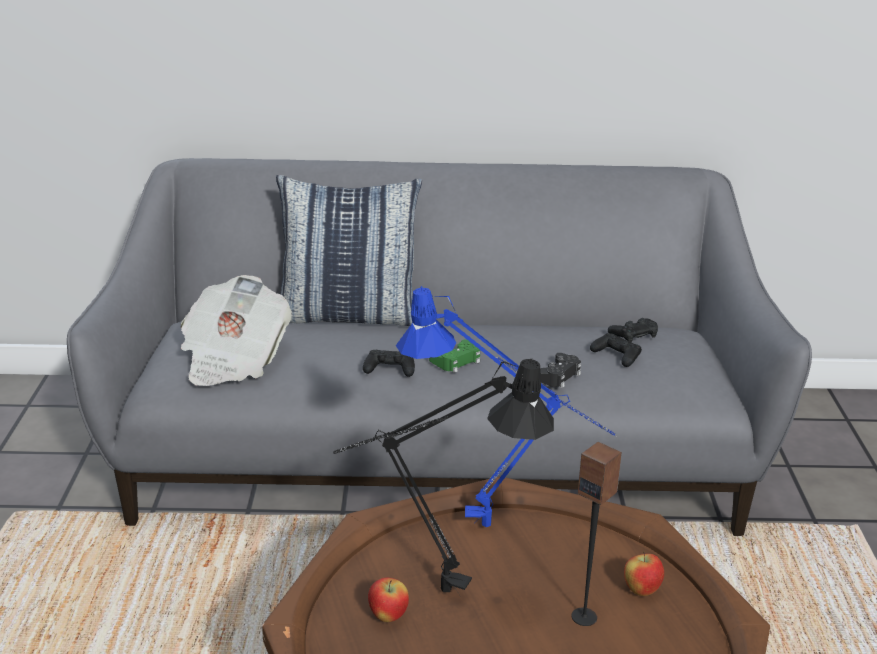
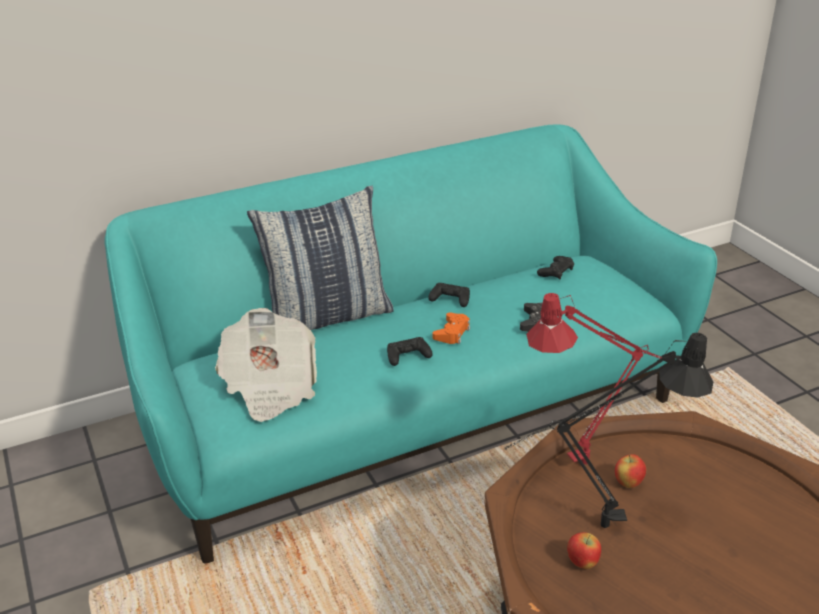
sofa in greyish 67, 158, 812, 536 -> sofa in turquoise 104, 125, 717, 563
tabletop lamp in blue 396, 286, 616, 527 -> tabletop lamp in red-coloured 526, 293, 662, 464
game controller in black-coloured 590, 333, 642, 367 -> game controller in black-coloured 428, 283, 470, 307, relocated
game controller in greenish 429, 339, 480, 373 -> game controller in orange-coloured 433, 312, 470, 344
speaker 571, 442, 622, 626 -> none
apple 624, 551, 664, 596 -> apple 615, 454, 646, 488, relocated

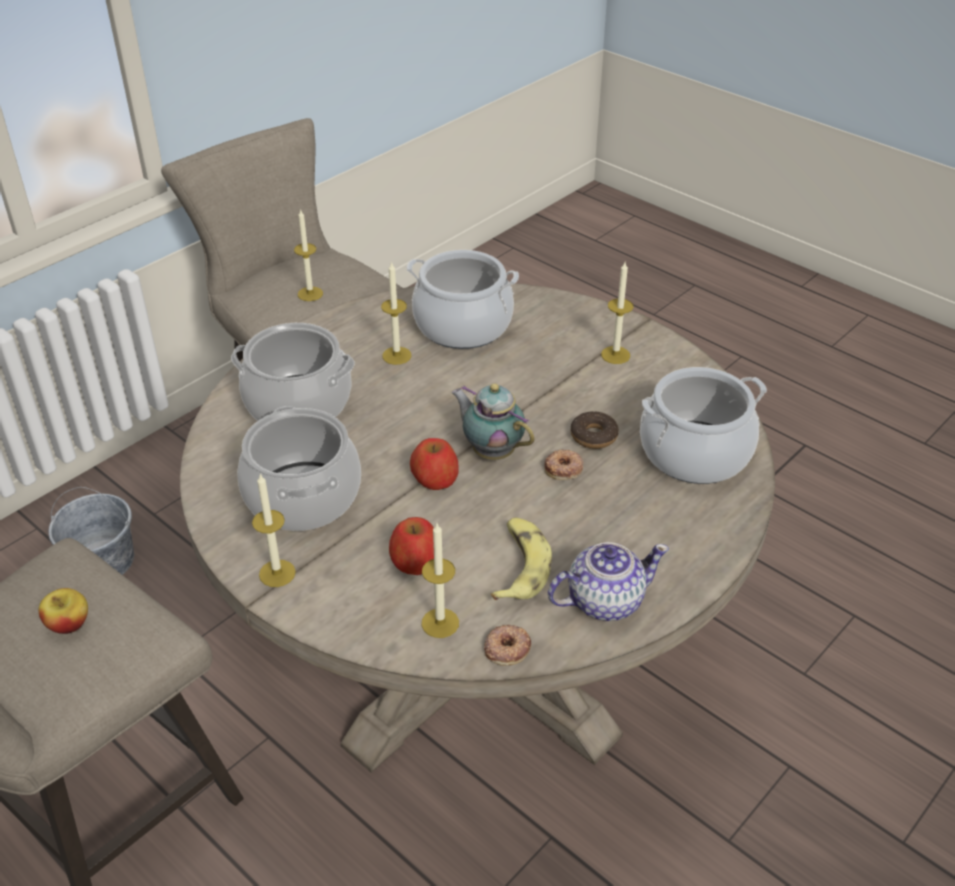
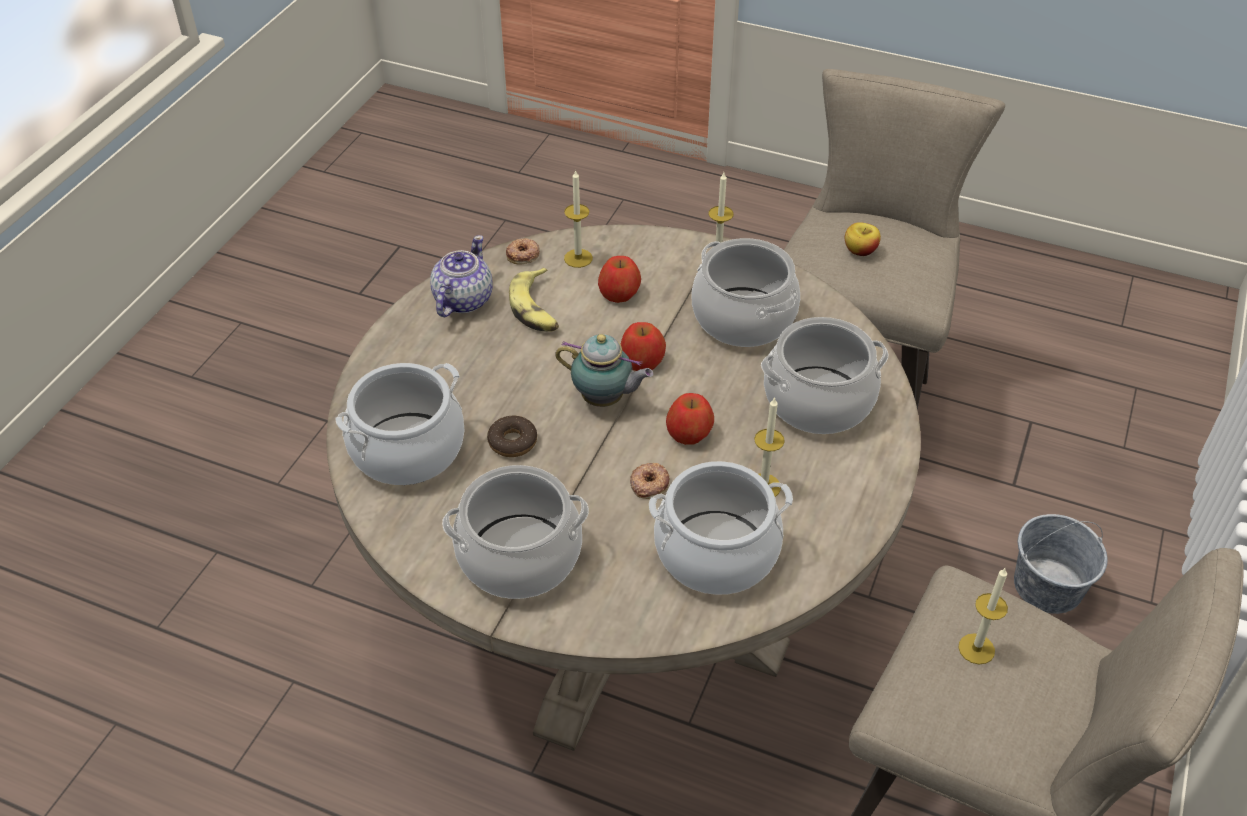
candle 601, 262, 634, 364 -> cooking pot 442, 465, 589, 599
donut 544, 449, 583, 480 -> donut 630, 463, 670, 499, relocated
teapot 548, 542, 669, 621 -> teapot 430, 235, 492, 317, 150 degrees clockwise
none -> apple 666, 393, 714, 445

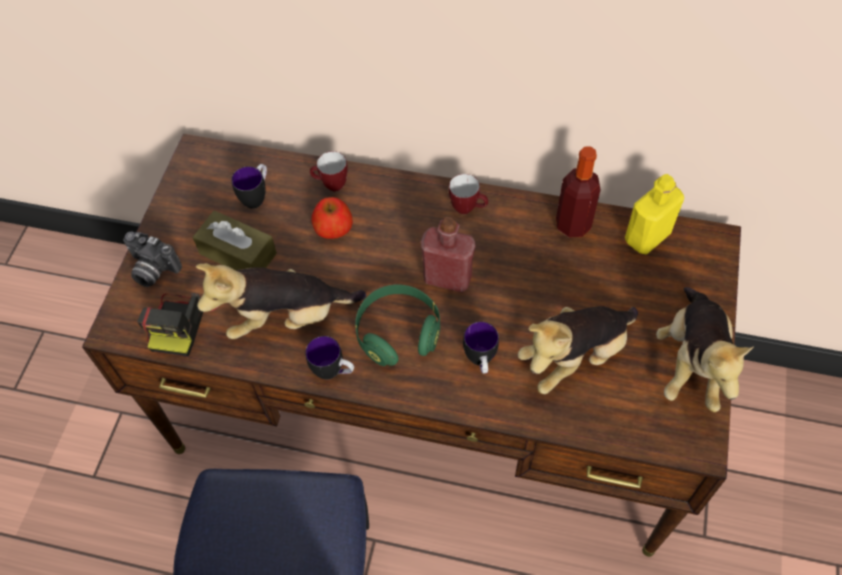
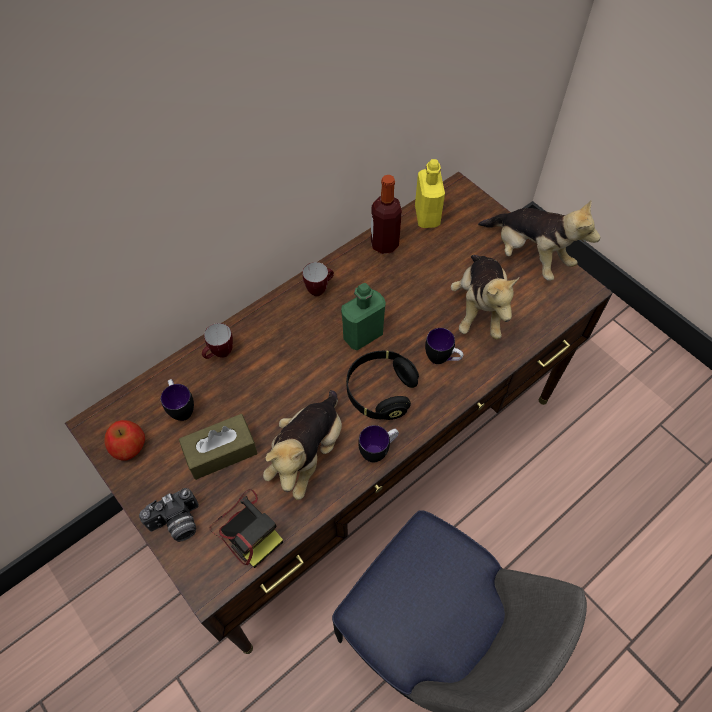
apple 311, 197, 353, 239 -> apple 104, 420, 145, 461, relocated
beverage bottle in red-coloured 421, 217, 476, 292 -> beverage bottle in greenish 341, 283, 386, 350
pair of headphones in greenish 355, 284, 440, 366 -> pair of headphones in black-coloured 346, 351, 419, 420

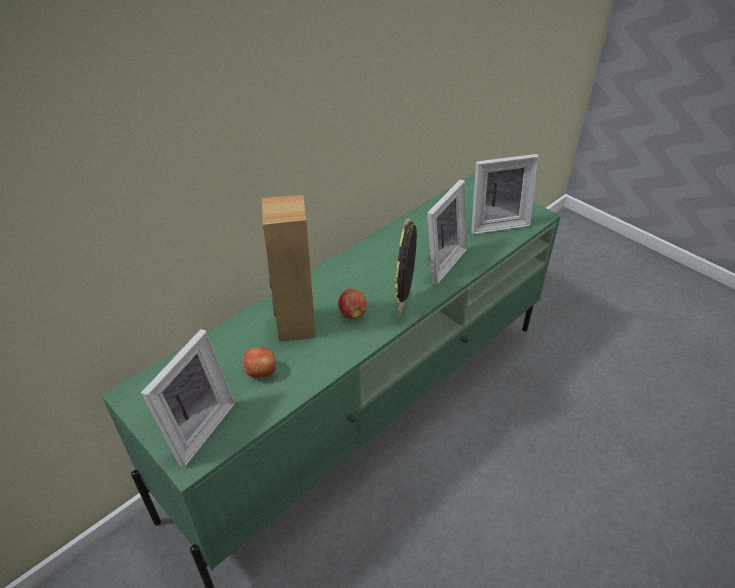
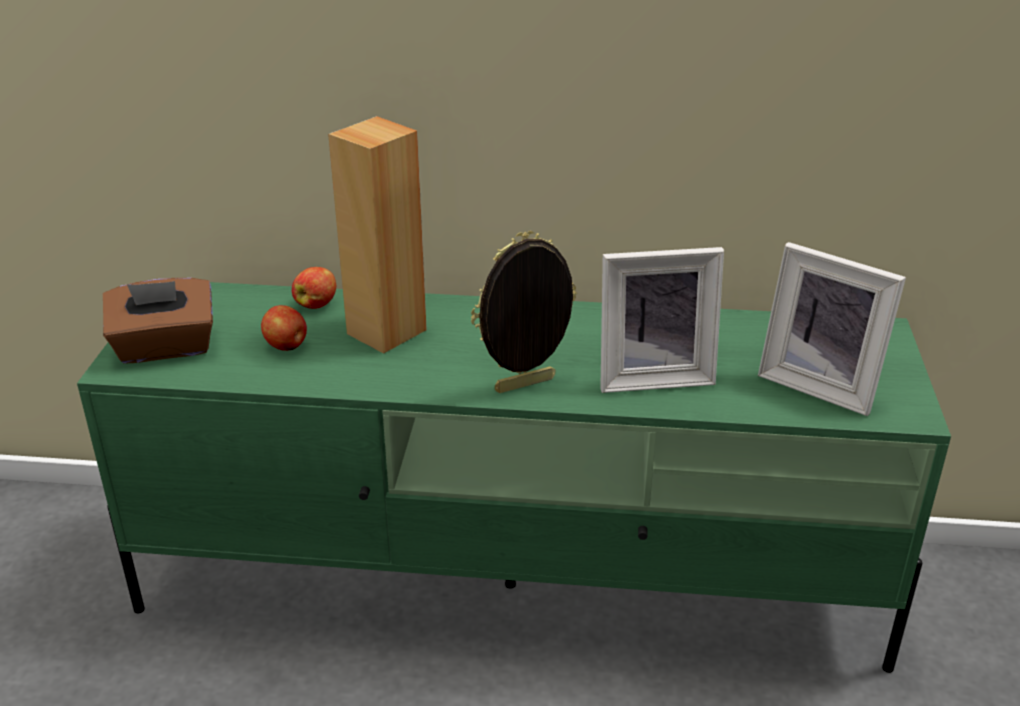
apple 338, 289, 367, 319 -> apple 292, 267, 336, 309, relocated
photo frame 141, 329, 235, 467 -> box of tissues in brown 103, 278, 213, 364

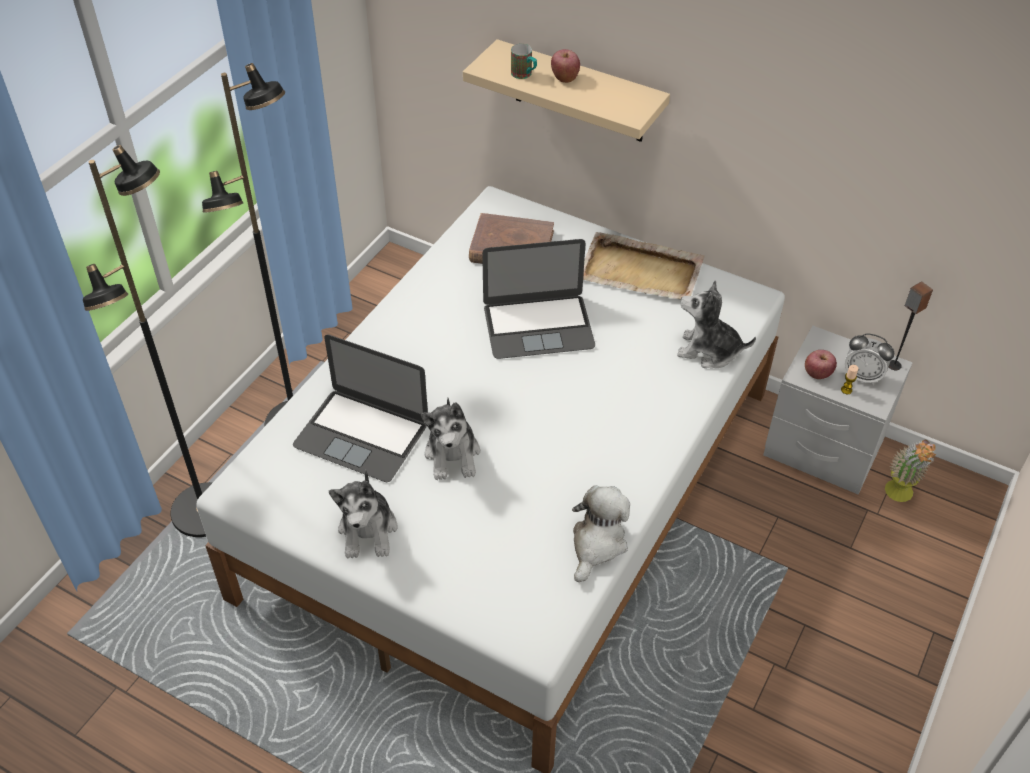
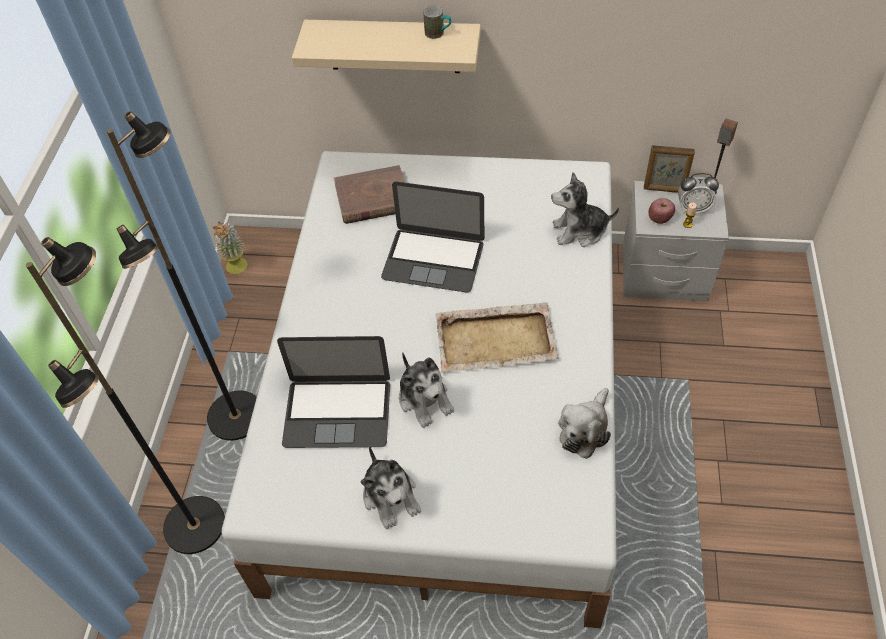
mug 511, 44, 537, 79 -> mug 423, 6, 451, 39, relocated
apple 551, 49, 580, 83 -> none
tray in sand-coloured 583, 232, 705, 300 -> tray in sand-coloured 436, 302, 559, 373, relocated
notebook computer 482, 239, 595, 359 -> notebook computer 381, 182, 484, 292, 45 degrees clockwise
plant in a pot 885, 440, 937, 502 -> plant in a pot 213, 222, 247, 274, relocated
soft toy 572, 485, 630, 582 -> soft toy 558, 388, 611, 459, 150 degrees counterclockwise
none -> photo frame 644, 145, 695, 193

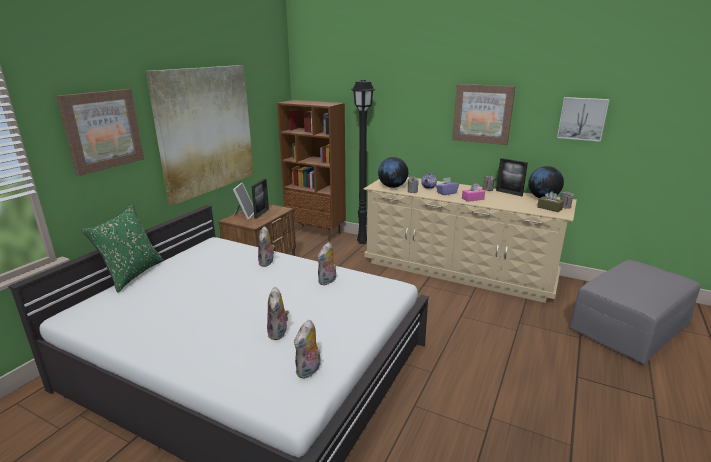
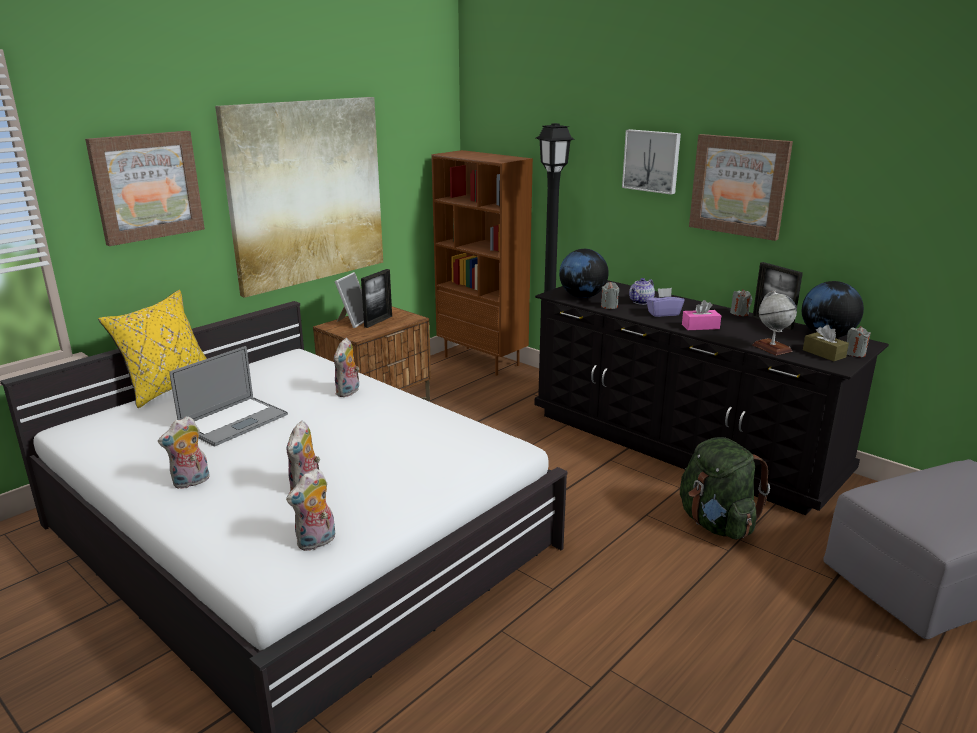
wall art 557, 97, 609, 142 -> wall art 622, 129, 681, 195, relocated
drawer chest in sand-coloured 364, 177, 577, 303 -> drawer chest in black-coloured 534, 280, 889, 515
pillow in greenish 81, 204, 163, 293 -> pillow in yellow-coloured 98, 290, 207, 408
soft toy 317, 242, 336, 285 -> soft toy 158, 416, 209, 489, relocated
none -> globe 752, 291, 797, 356
none -> notebook computer 169, 346, 288, 446
none -> backpack in greenish 680, 437, 770, 540

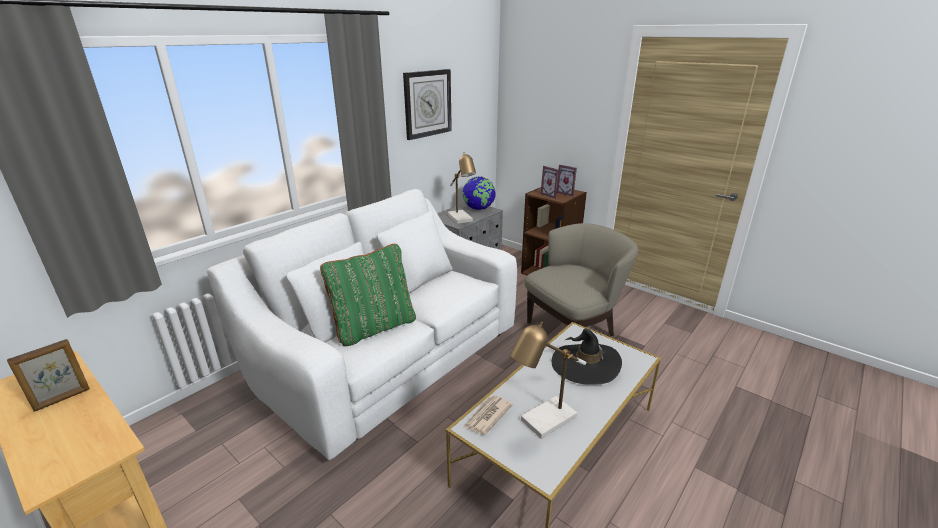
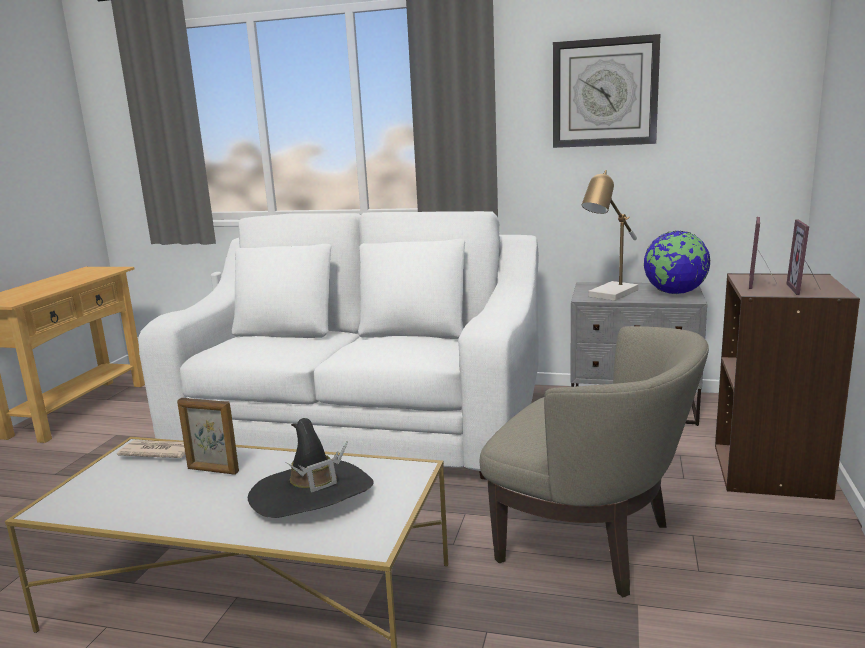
pillow in greenish 320, 244, 416, 346 -> none
tabletop lamp 510, 321, 586, 439 -> none
photo frame 7, 339, 90, 412 -> photo frame 177, 398, 239, 475, relocated

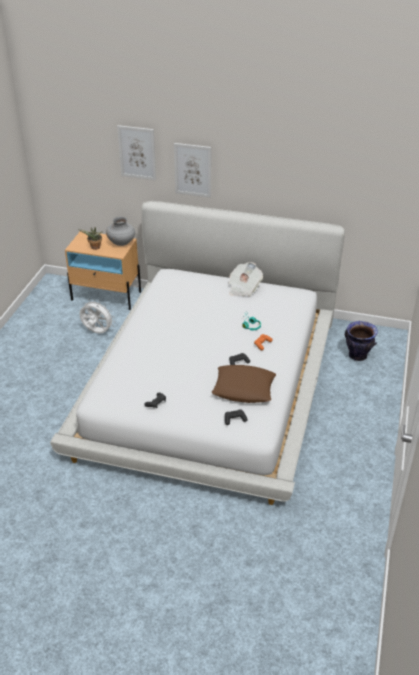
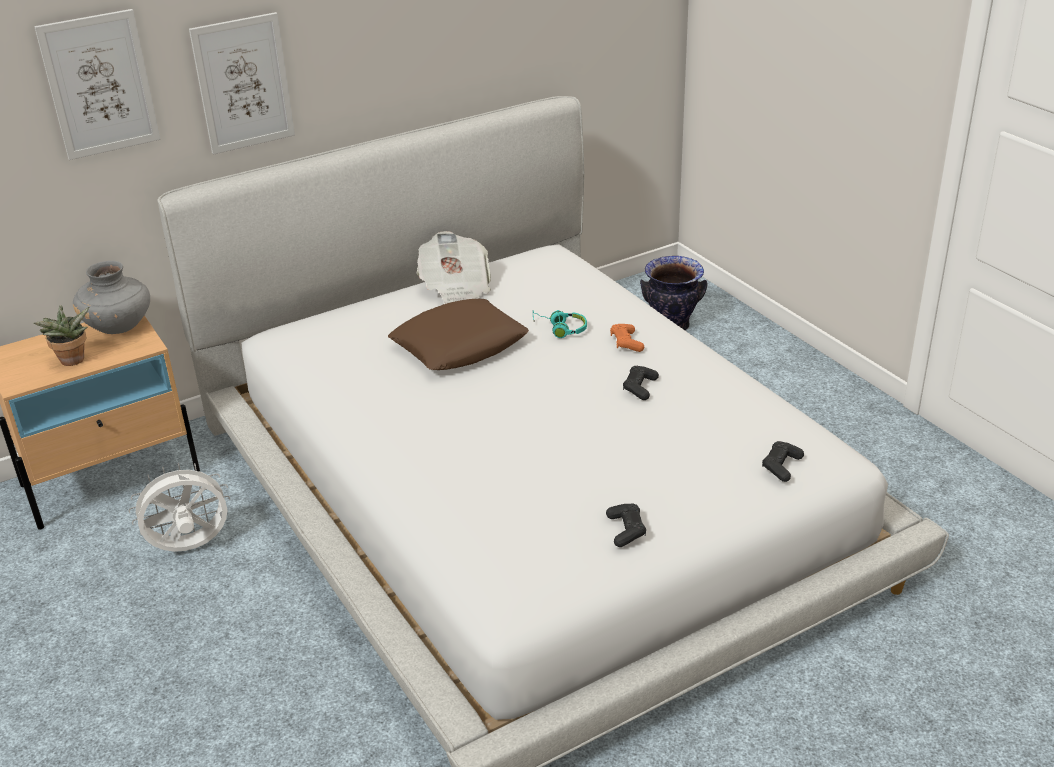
pillow in brown 212, 365, 276, 403 -> pillow in brown 388, 299, 529, 370, relocated

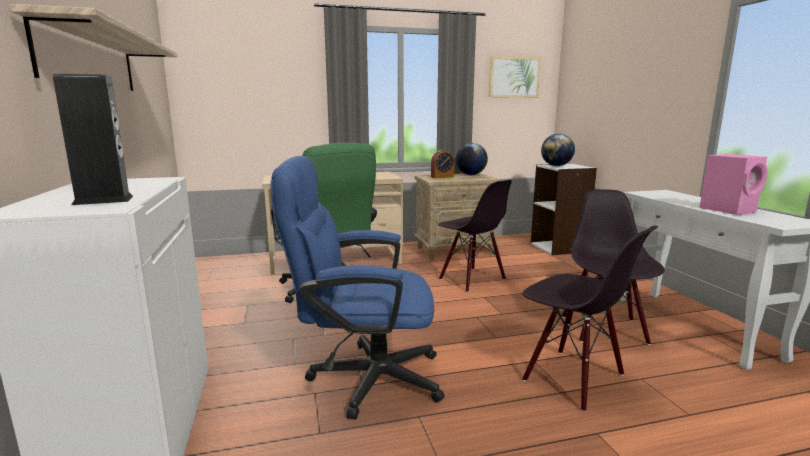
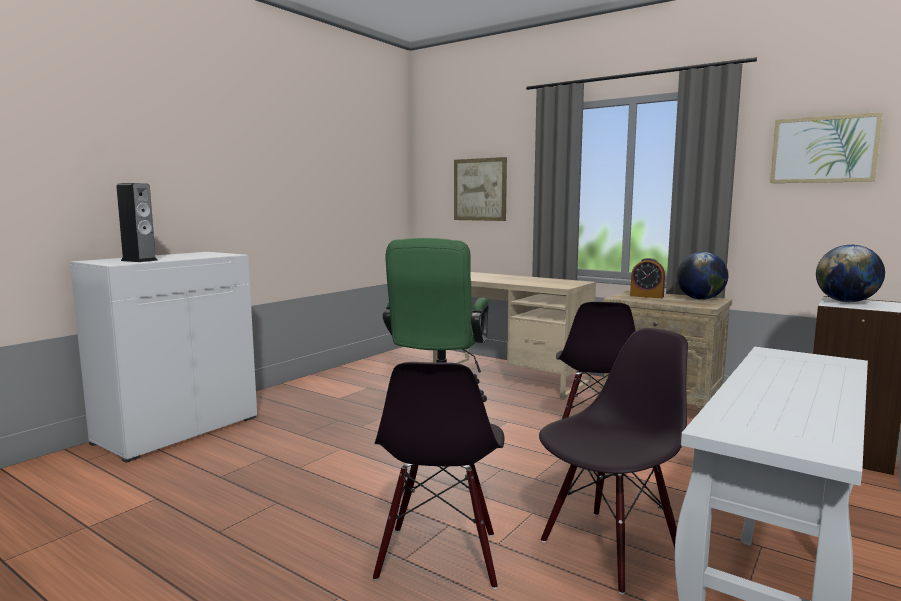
bracket shelf 8, 4, 177, 91 -> none
speaker in pink 699, 154, 768, 215 -> none
computer chair in blue 271, 156, 444, 420 -> none
none -> wall art 454, 157, 507, 221

